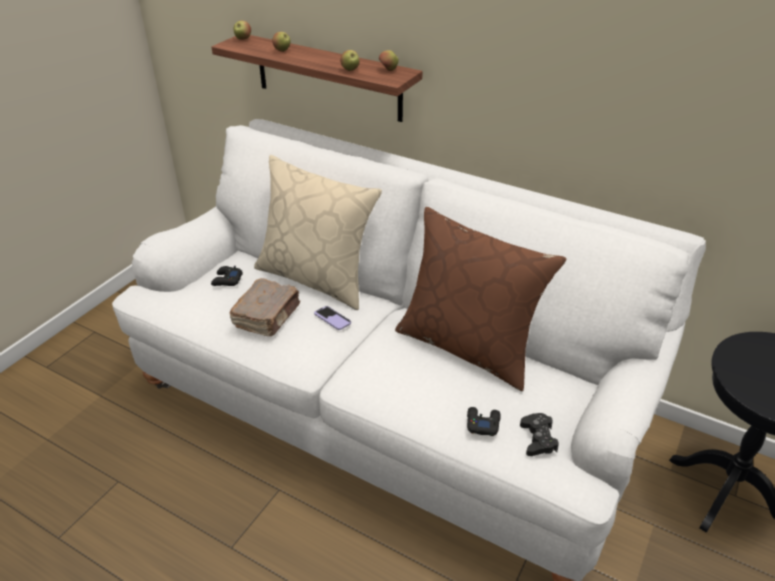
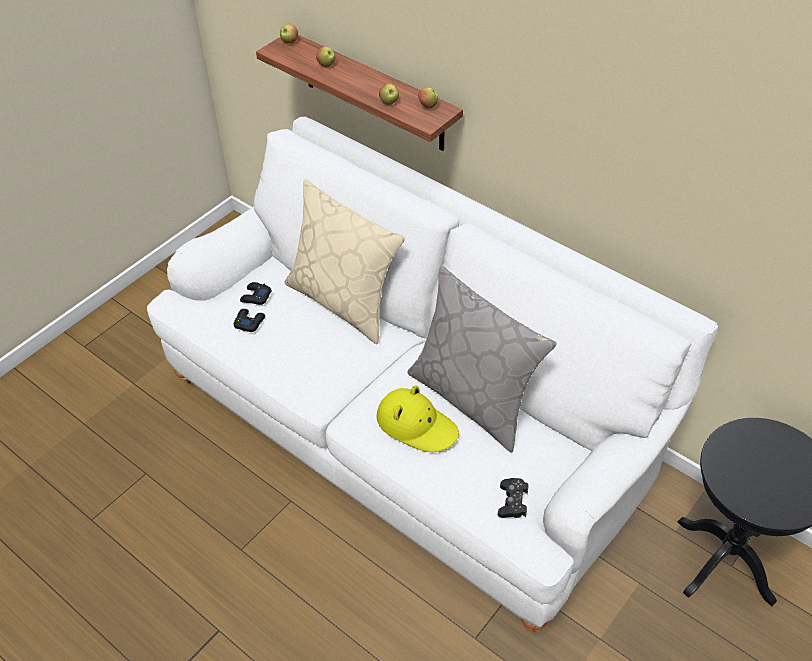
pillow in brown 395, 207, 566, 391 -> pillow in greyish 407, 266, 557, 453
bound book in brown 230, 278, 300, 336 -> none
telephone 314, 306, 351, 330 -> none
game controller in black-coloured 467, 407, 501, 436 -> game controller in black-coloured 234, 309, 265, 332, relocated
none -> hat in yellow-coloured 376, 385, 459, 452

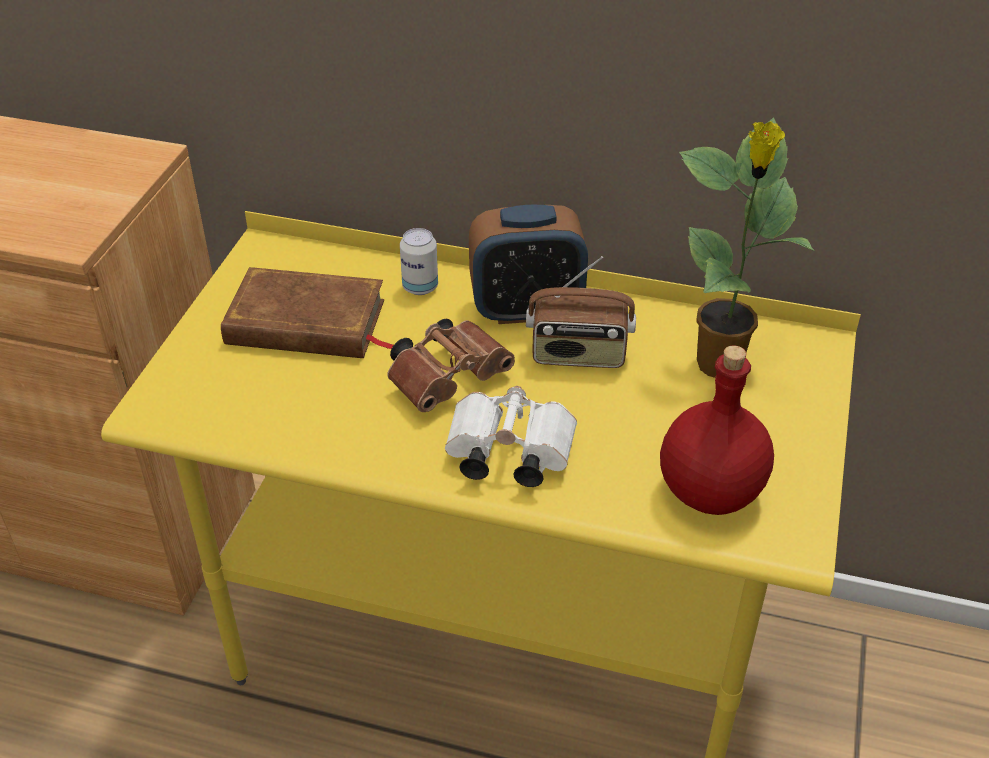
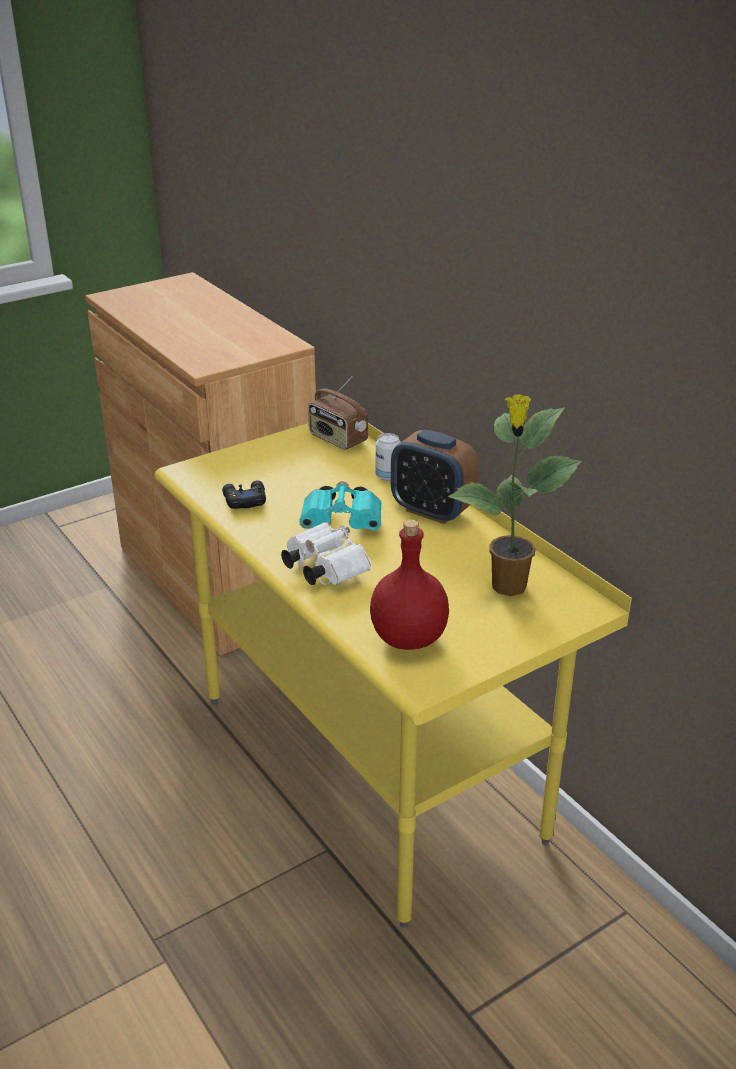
radio receiver 526, 256, 636, 368 -> radio receiver 308, 376, 368, 450, relocated
bound book in brown 221, 267, 393, 358 -> none
pair of binoculars in brown 387, 319, 515, 412 -> pair of binoculars in turquoise 299, 481, 381, 530
none -> game controller in black-coloured 222, 481, 266, 509

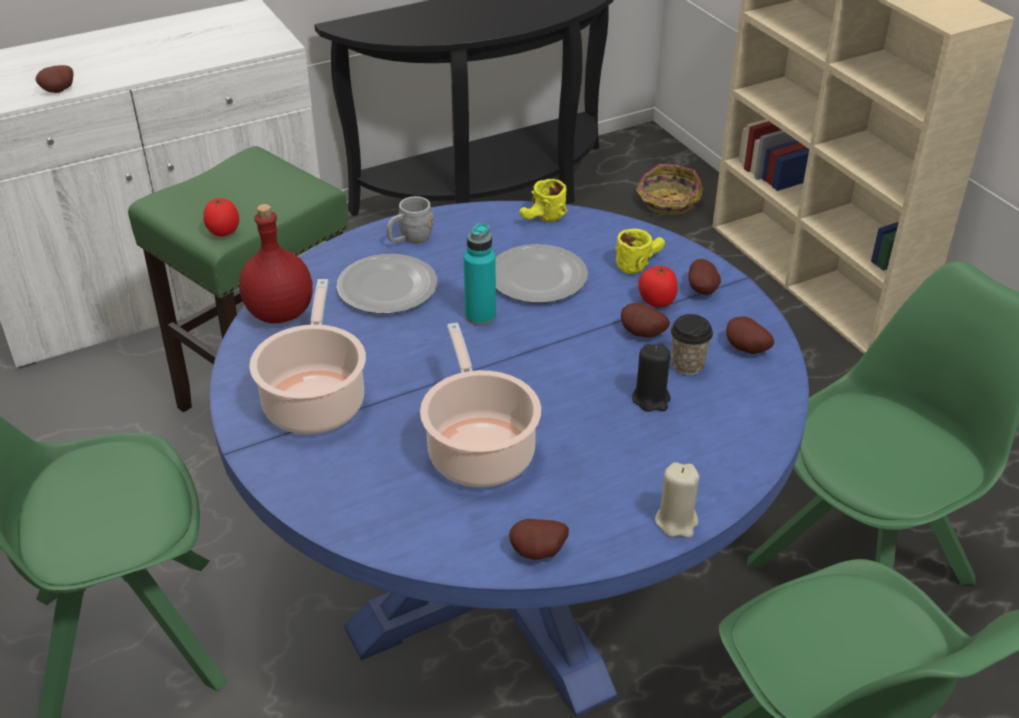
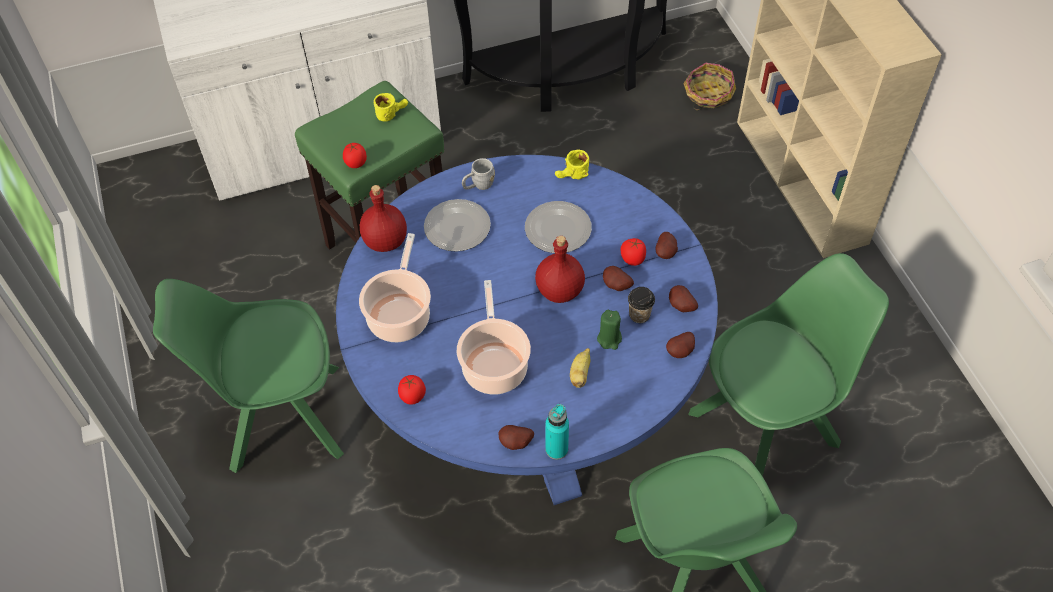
spud 35, 65, 74, 93 -> spud 666, 332, 695, 358, relocated
beverage bottle in turquoise 464, 223, 496, 325 -> beverage bottle in turquoise 545, 404, 569, 460, relocated
mug in yellow-coloured 615, 229, 665, 274 -> mug in yellow-coloured 373, 93, 408, 122, relocated
candle in black-coloured 632, 344, 671, 412 -> candle in greenish 597, 310, 622, 350
candle in sand-coloured 655, 462, 699, 538 -> none
none -> beverage bottle in red-coloured 535, 236, 585, 303
none -> whole banana 570, 348, 590, 388
none -> tomato 398, 375, 426, 405

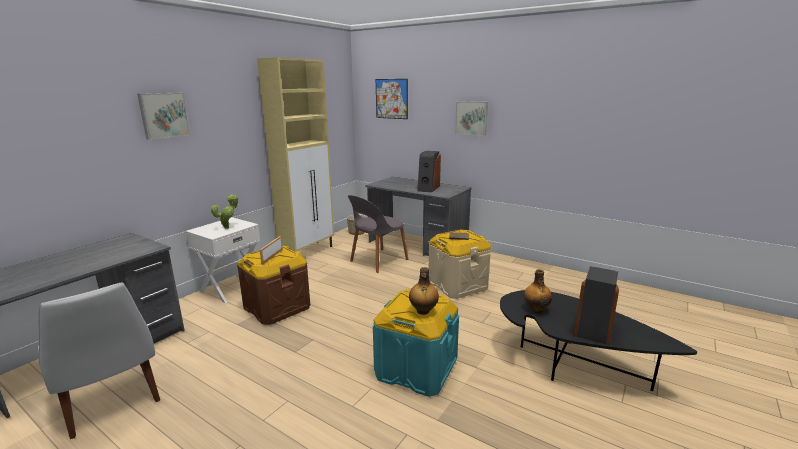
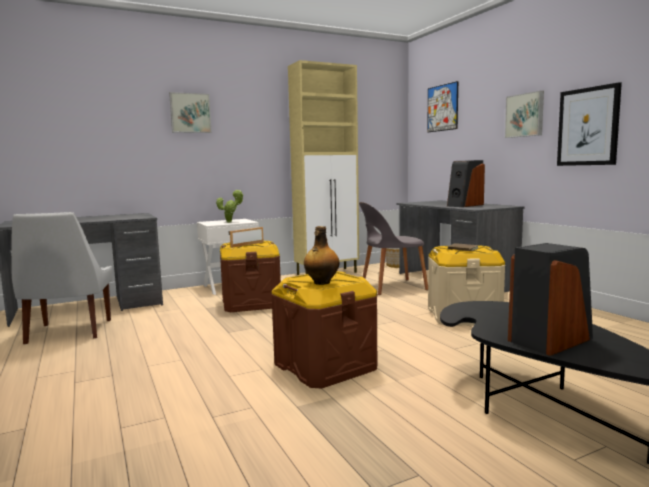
beverage bottle 524, 269, 552, 313 -> none
storage box in turquoise 373, 289, 459, 397 -> storage box in brown 271, 271, 378, 388
none -> wall art 557, 82, 622, 166

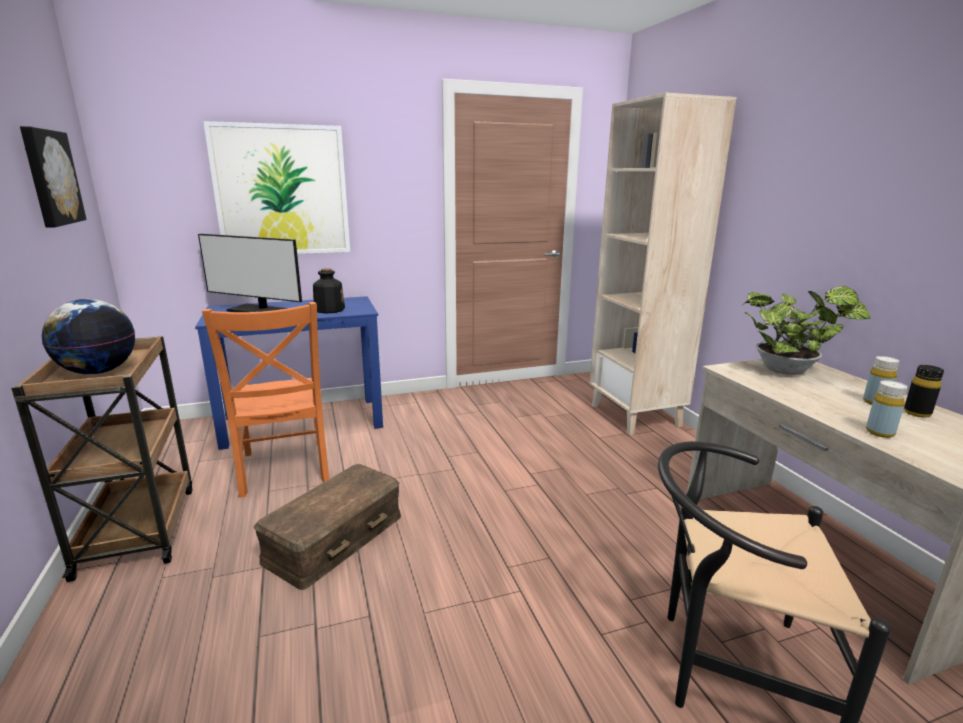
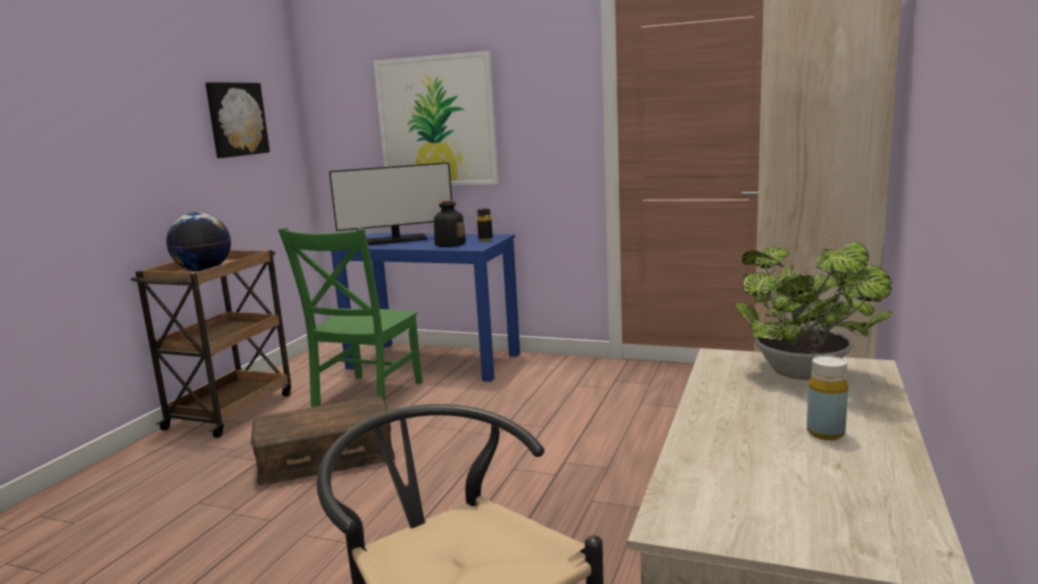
monitor 198, 234, 302, 312 -> monitor 329, 162, 452, 245, 75 degrees counterclockwise
upright chair in orange-coloured 202, 302, 329, 497 -> upright chair in greenish 278, 228, 423, 407
beverage bottle in black-coloured 904, 365, 944, 418 -> beverage bottle in black-coloured 477, 209, 493, 241, relocated
beverage bottle in yellow-coloured 866, 380, 907, 438 -> none

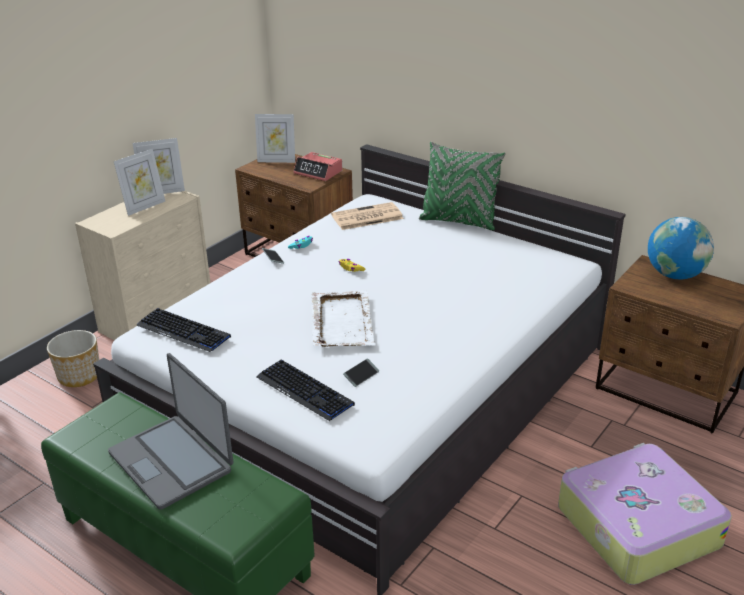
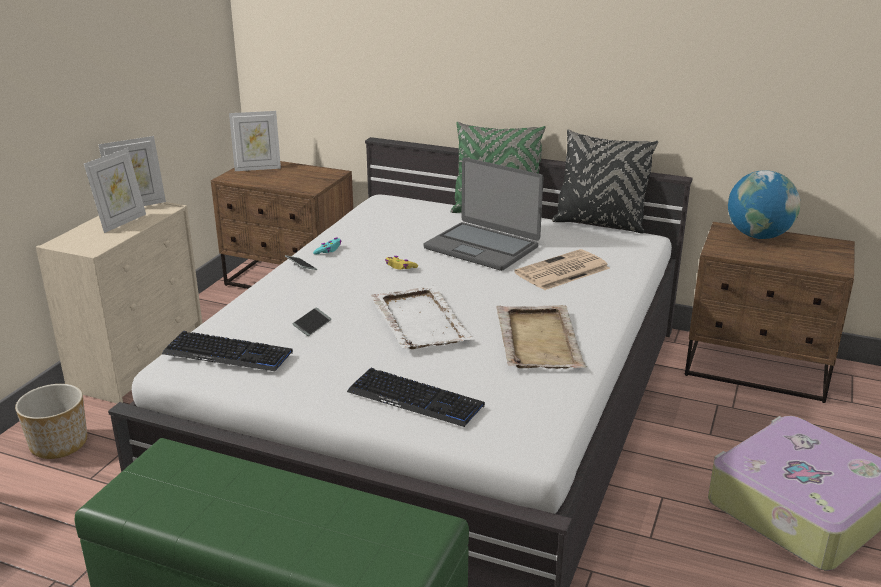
alarm clock 293, 152, 342, 181 -> none
daily paper 331, 202, 404, 230 -> daily paper 514, 249, 610, 290, relocated
notebook computer 108, 353, 233, 510 -> notebook computer 424, 157, 544, 271, relocated
telephone 343, 359, 379, 387 -> telephone 292, 307, 331, 336, relocated
none -> pillow in black-coloured 552, 129, 658, 233
none -> tray in sand-coloured 496, 305, 587, 369

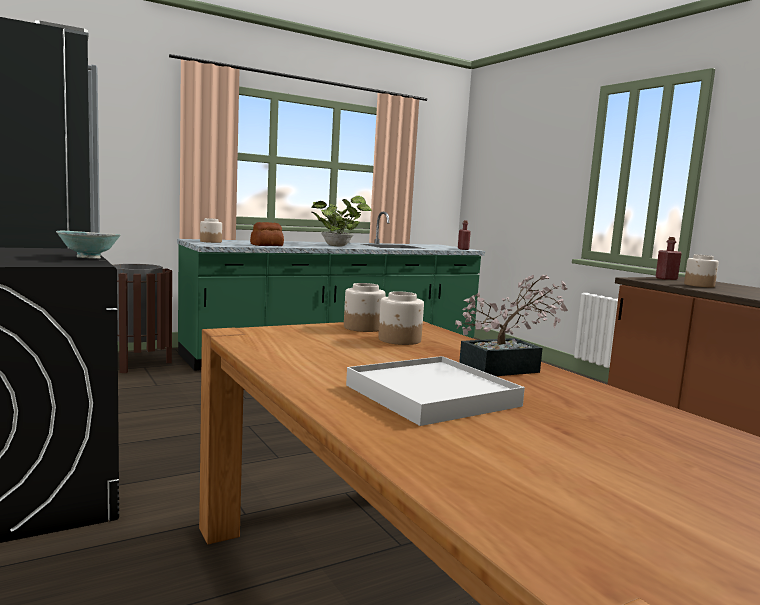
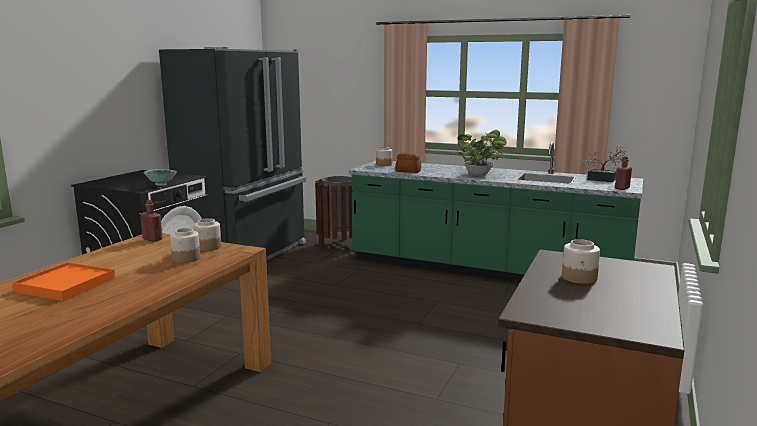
beverage bottle in red-coloured 656, 237, 682, 280 -> beverage bottle in red-coloured 140, 200, 163, 242, relocated
plant in a pot 455, 274, 568, 376 -> plant in a pot 583, 146, 628, 182, relocated
tray in whitish 346, 356, 525, 426 -> tray in orange-coloured 12, 262, 115, 301

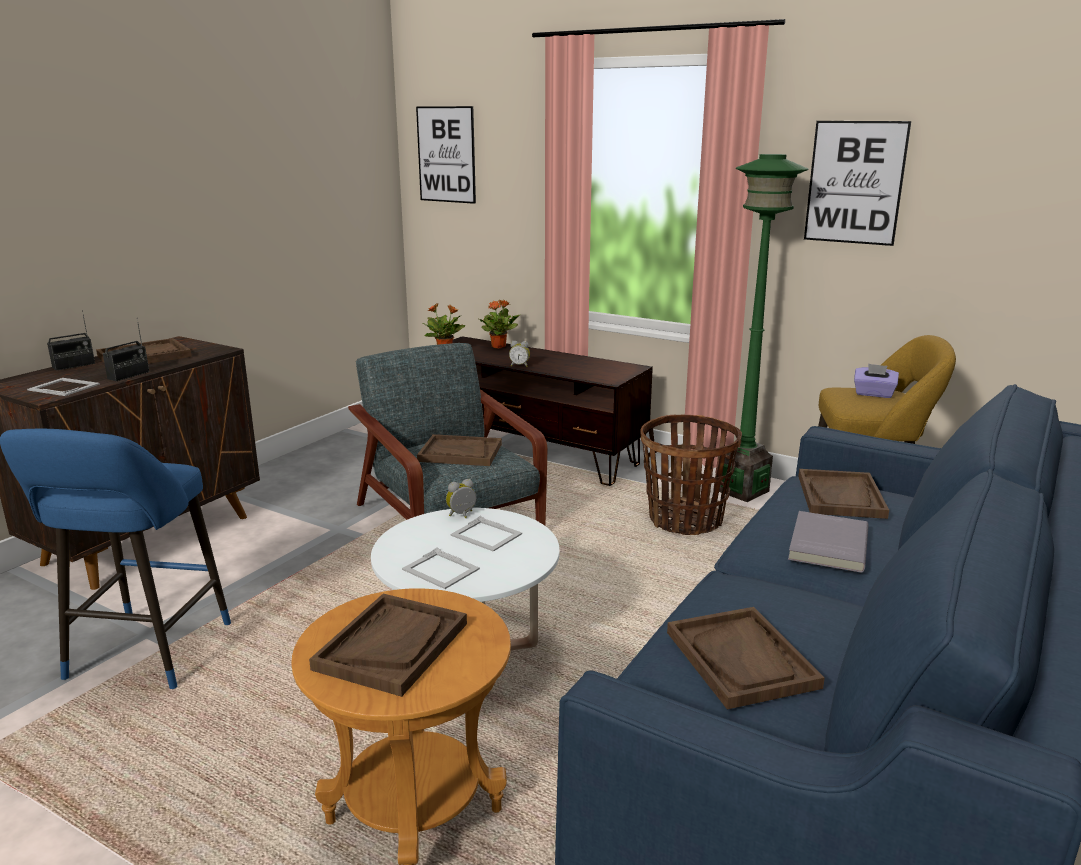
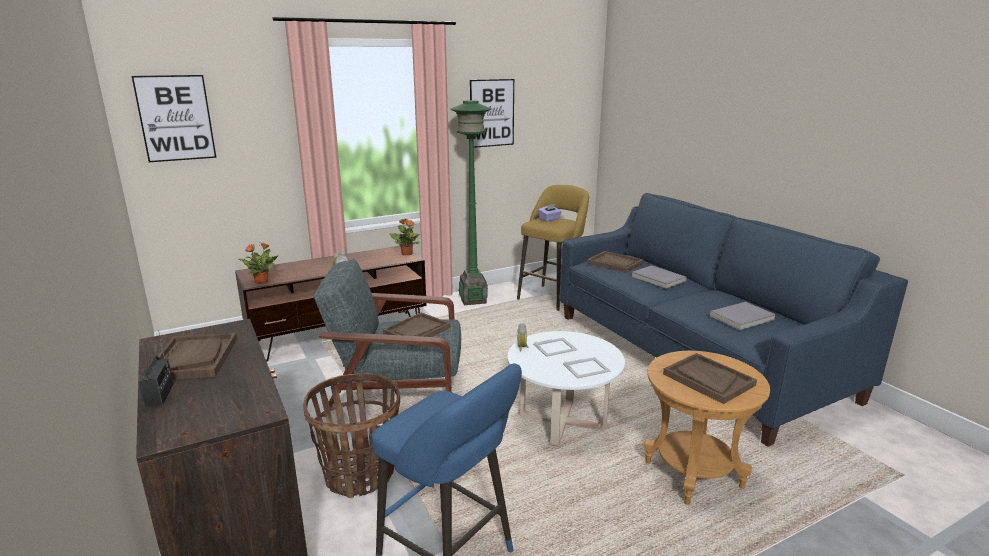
plant in a pot 479, 300, 521, 348 -> plant in a pot 390, 219, 420, 255, relocated
radio receiver 103, 318, 149, 381 -> none
photo frame 27, 378, 100, 396 -> none
storage basket 640, 414, 742, 535 -> storage basket 303, 373, 400, 498, relocated
tray in brown 667, 607, 825, 709 -> bound book in greyish 710, 302, 776, 330

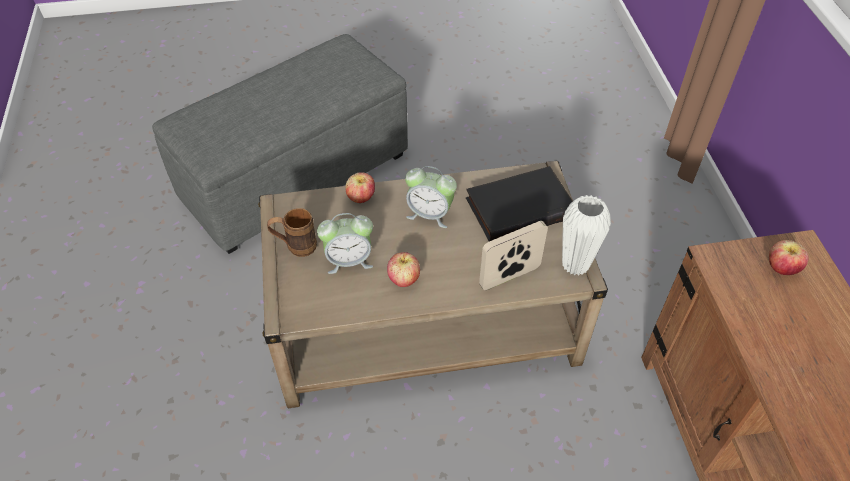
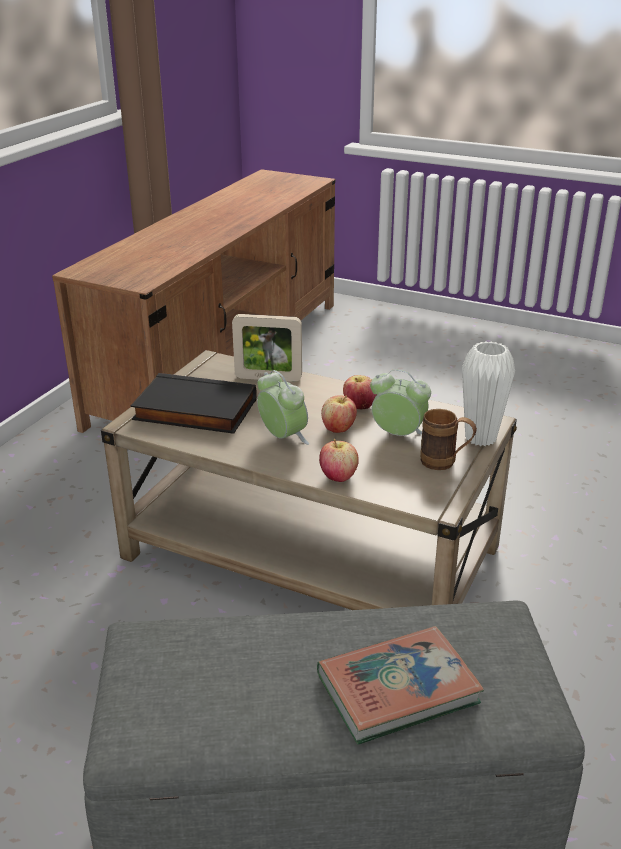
vase in whitish 562, 195, 611, 275 -> vase in whitish 462, 341, 515, 446, relocated
apple 769, 240, 808, 275 -> apple 321, 395, 357, 433, relocated
none -> bound book 317, 626, 484, 745

